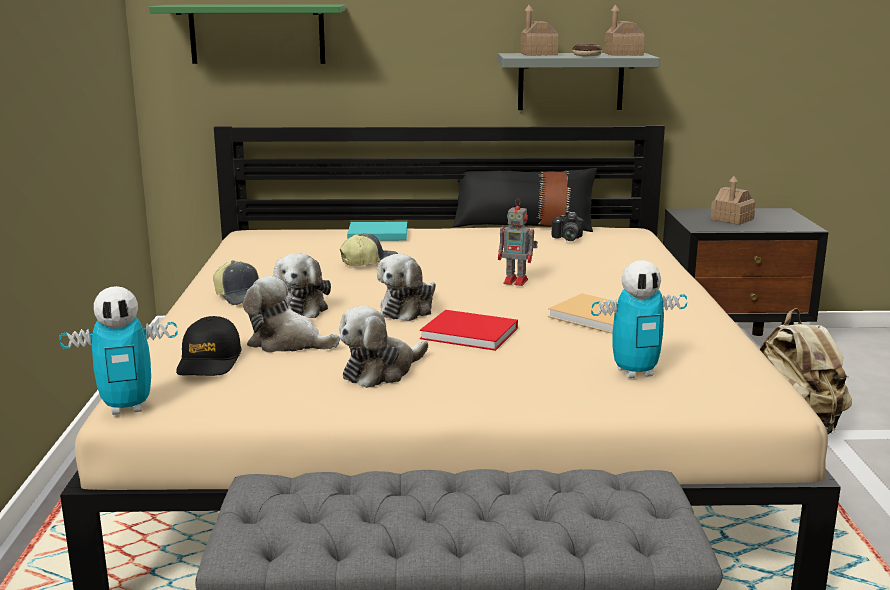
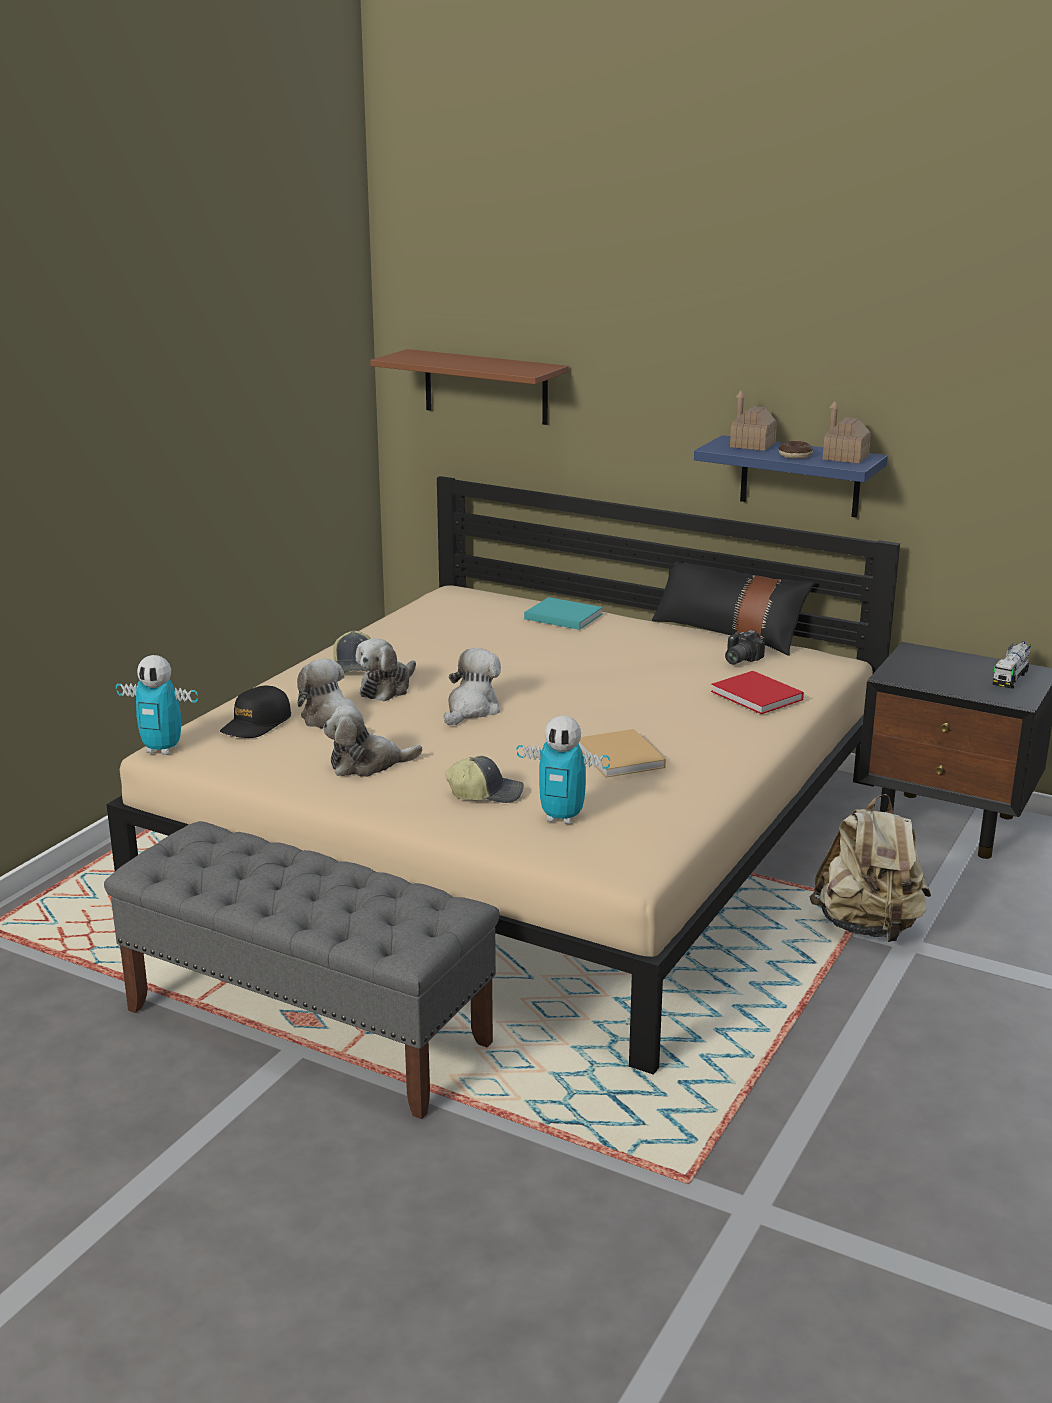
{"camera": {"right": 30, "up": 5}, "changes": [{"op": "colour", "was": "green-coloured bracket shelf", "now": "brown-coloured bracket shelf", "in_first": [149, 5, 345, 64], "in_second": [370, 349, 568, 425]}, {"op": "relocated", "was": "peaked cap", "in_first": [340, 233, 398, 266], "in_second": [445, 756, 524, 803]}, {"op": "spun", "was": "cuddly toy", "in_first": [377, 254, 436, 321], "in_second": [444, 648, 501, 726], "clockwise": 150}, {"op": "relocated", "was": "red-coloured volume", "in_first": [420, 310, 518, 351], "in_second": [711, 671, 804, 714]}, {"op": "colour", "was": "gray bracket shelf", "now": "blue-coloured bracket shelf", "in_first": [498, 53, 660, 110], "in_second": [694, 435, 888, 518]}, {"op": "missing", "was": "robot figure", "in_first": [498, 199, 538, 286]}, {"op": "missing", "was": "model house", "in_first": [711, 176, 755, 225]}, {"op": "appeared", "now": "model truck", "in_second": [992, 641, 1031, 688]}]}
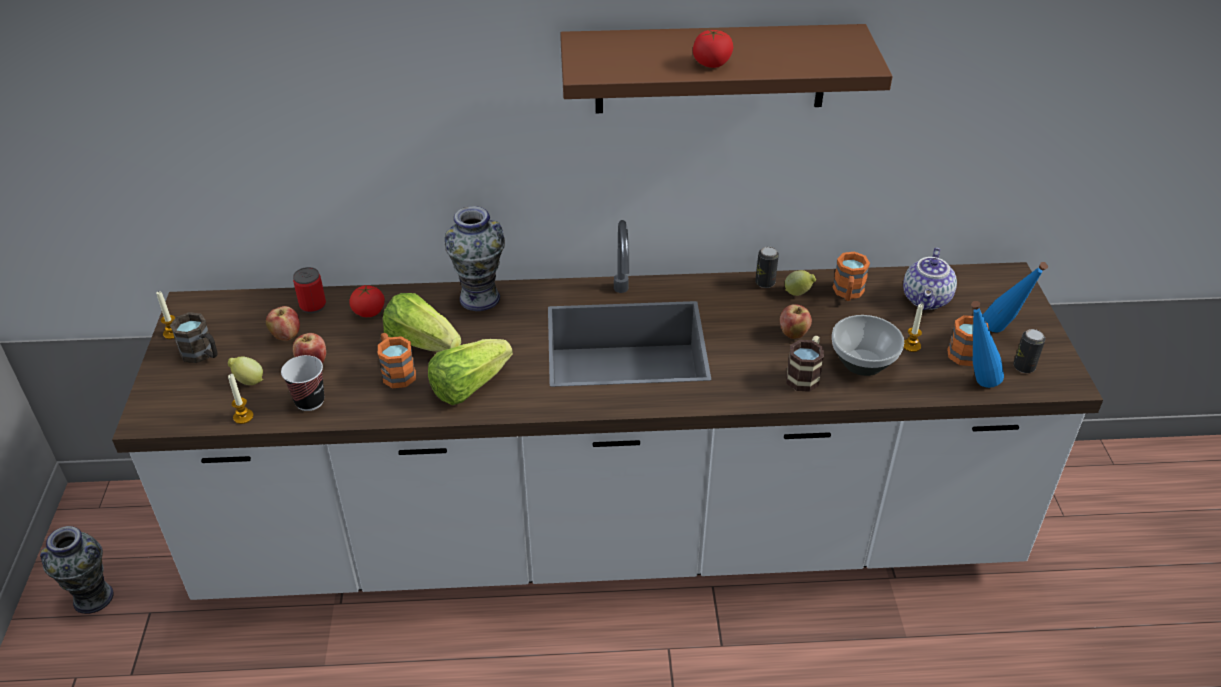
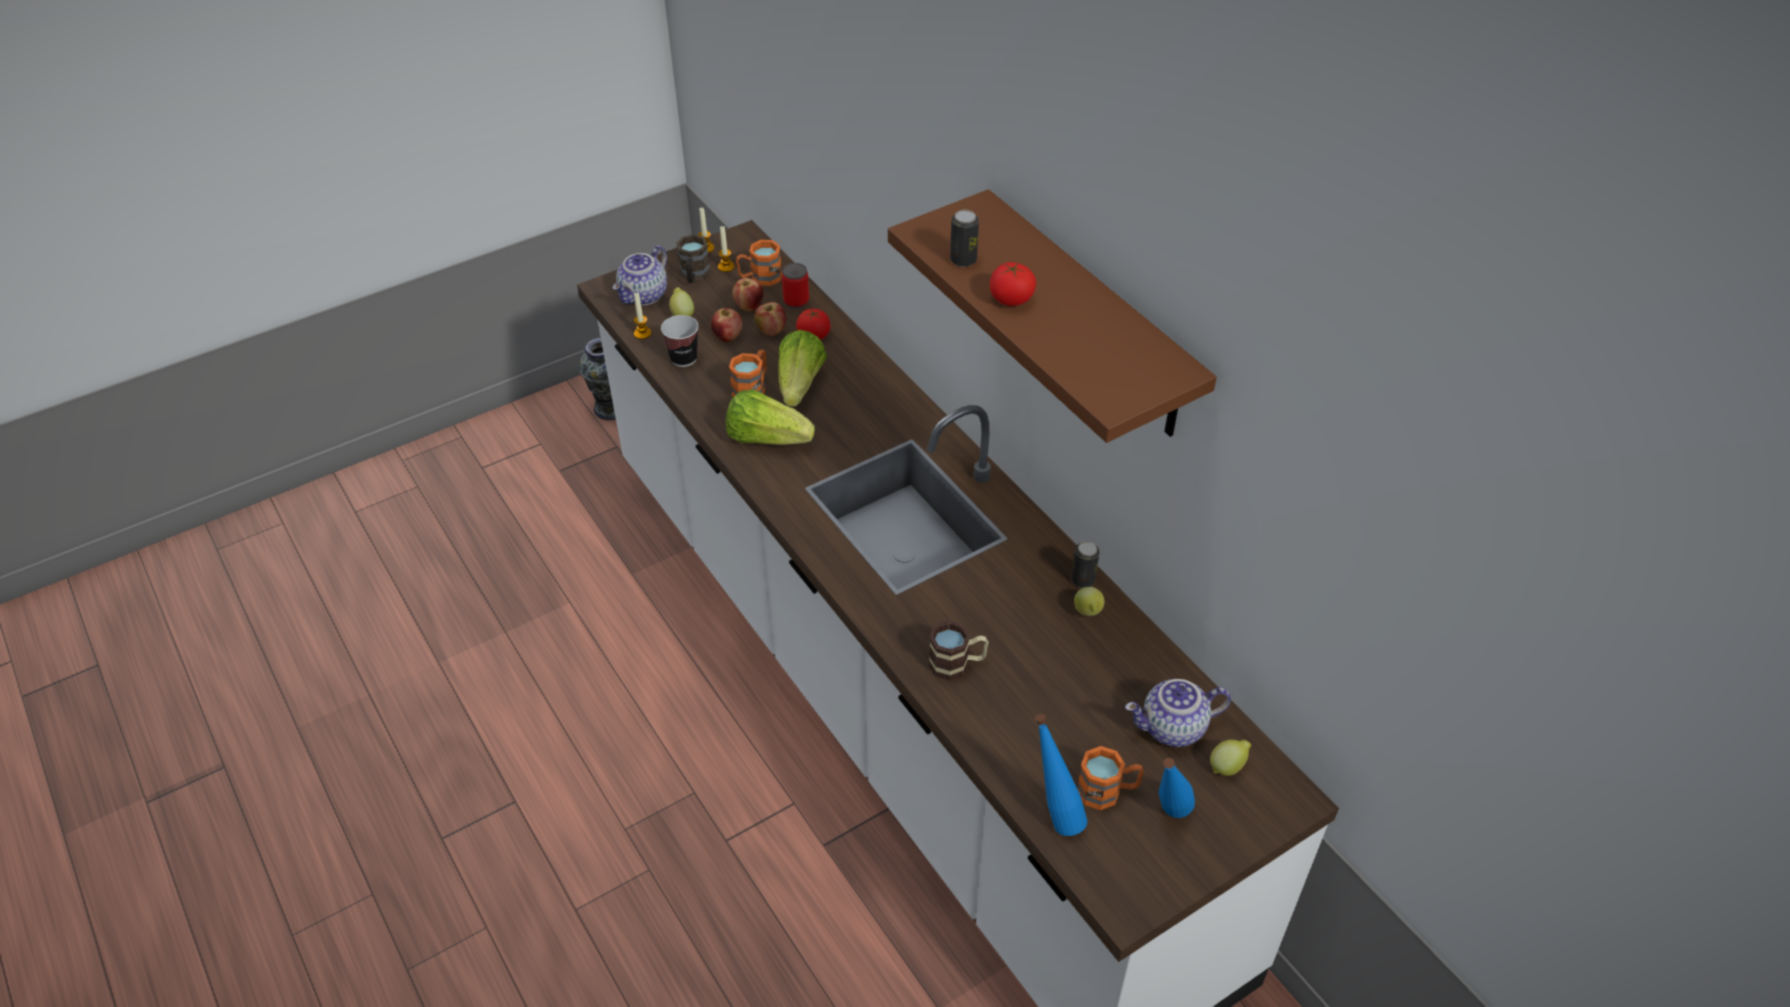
{"camera": {"right": 60, "up": 5}, "changes": [{"op": "missing", "was": "flower vase", "in_first": [445, 206, 505, 311]}, {"op": "relocated", "was": "apple fruit", "in_first": [780, 304, 812, 339], "in_second": [754, 302, 786, 336]}, {"op": "missing", "was": "bowl", "in_first": [832, 315, 904, 376]}, {"op": "relocated", "was": "orange-coloured mug", "in_first": [833, 252, 870, 301], "in_second": [736, 240, 782, 286]}, {"op": "relocated", "was": "wax candle", "in_first": [904, 304, 924, 352], "in_second": [718, 226, 735, 272]}, {"op": "relocated", "was": "sealed can", "in_first": [1013, 329, 1045, 373], "in_second": [950, 210, 979, 267]}, {"op": "appeared", "now": "tea pot", "in_second": [613, 245, 667, 305]}, {"op": "appeared", "now": "lemon", "in_second": [1210, 740, 1251, 776]}]}
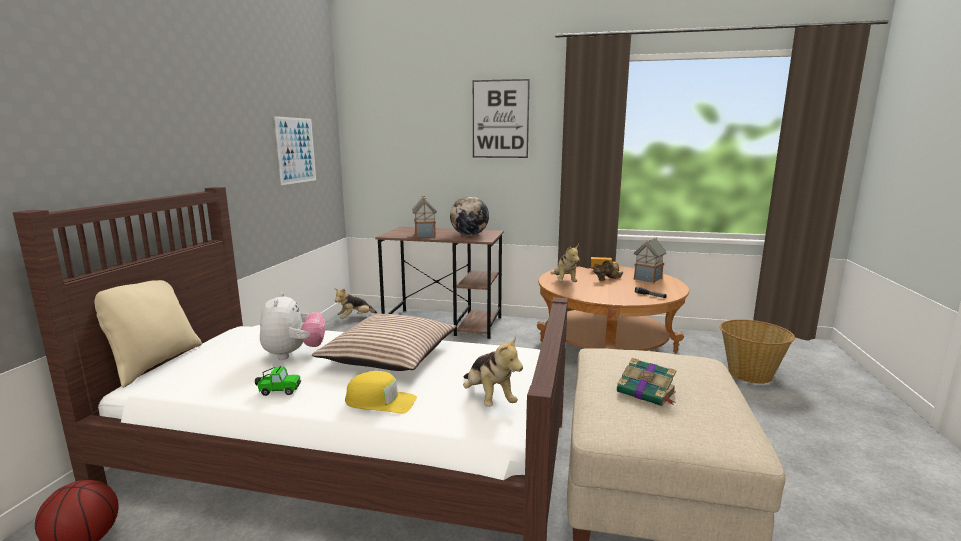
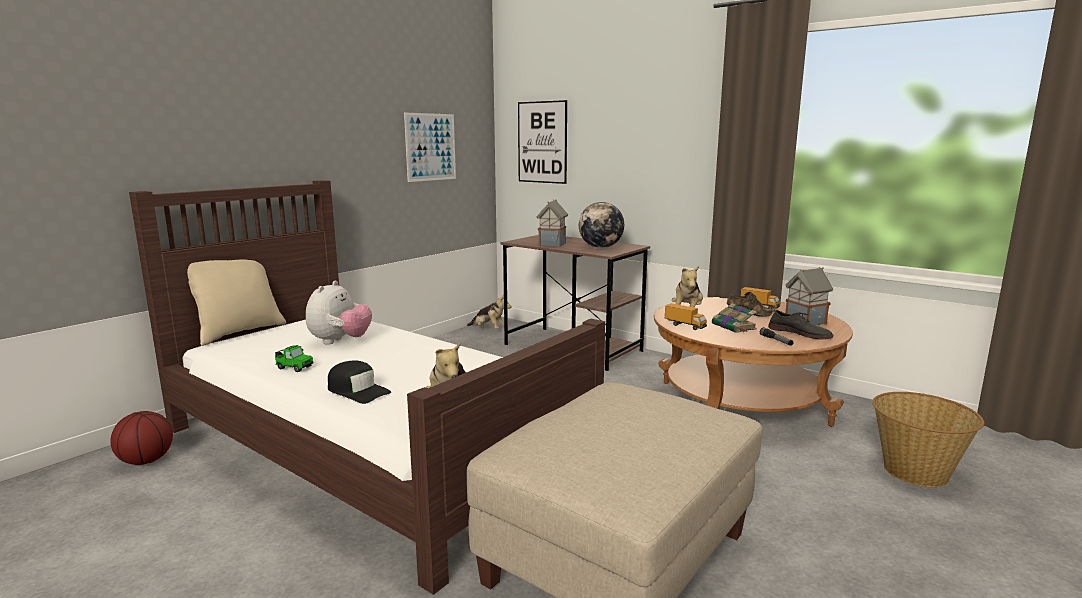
{"camera": {"right": 25, "up": 0}, "changes": [{"op": "missing", "was": "pillow", "in_first": [312, 314, 457, 371]}, {"op": "spun", "was": "cuddly toy", "in_first": [335, 289, 377, 319], "in_second": [467, 294, 512, 329], "clockwise": -135}, {"op": "colour", "was": "yellow peaked cap", "now": "black-coloured peaked cap", "in_first": [345, 371, 417, 414], "in_second": [328, 360, 391, 404]}, {"op": "relocated", "was": "wall picture", "in_first": [473, 79, 530, 158], "in_second": [518, 100, 567, 184]}, {"op": "relocated", "was": "volume", "in_first": [617, 358, 677, 406], "in_second": [712, 303, 757, 333]}, {"op": "appeared", "now": "model truck", "in_second": [665, 303, 707, 330]}, {"op": "appeared", "now": "gray item of footwear", "in_second": [768, 310, 833, 340]}]}
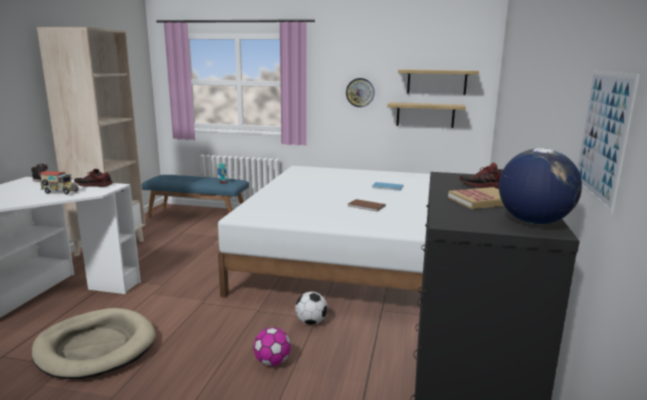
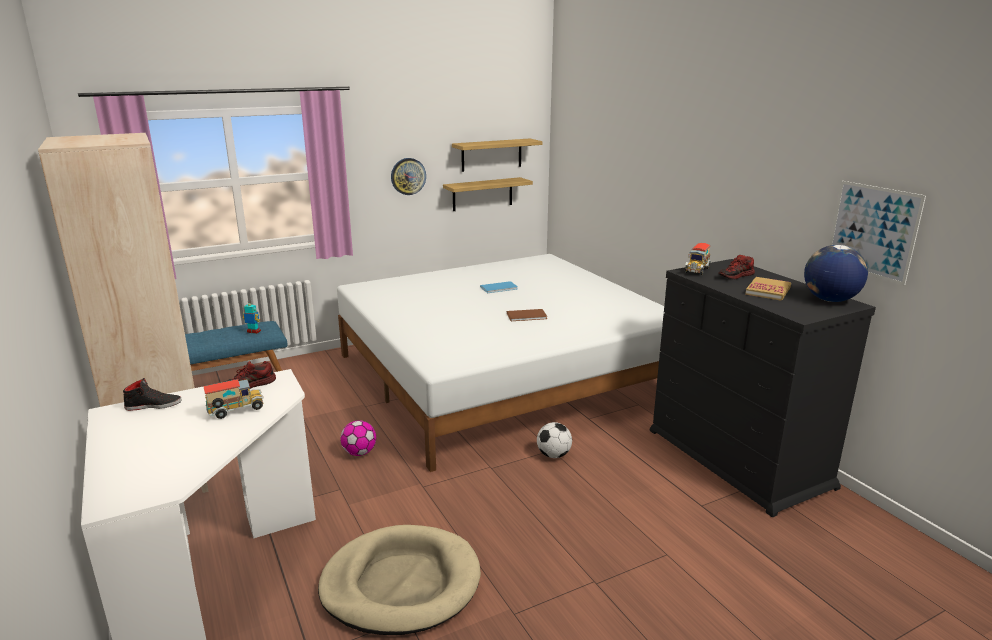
{"camera": {"right": -40, "up": 5}, "changes": [{"op": "relocated", "was": "ball for football", "in_first": [254, 327, 291, 366], "in_second": [340, 420, 376, 456]}, {"op": "appeared", "now": "model truck", "in_second": [685, 243, 711, 275]}]}
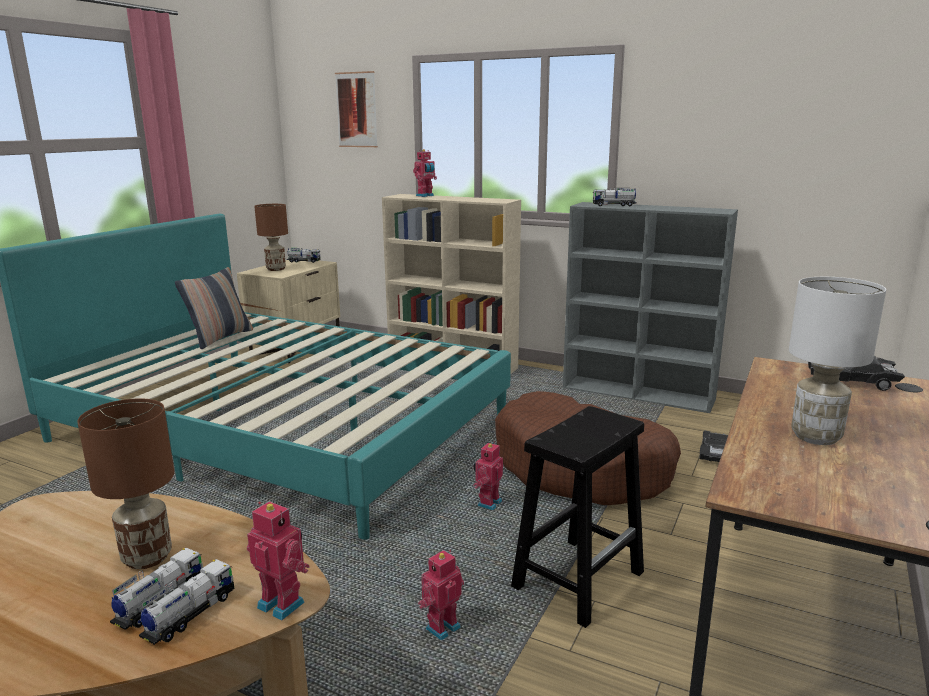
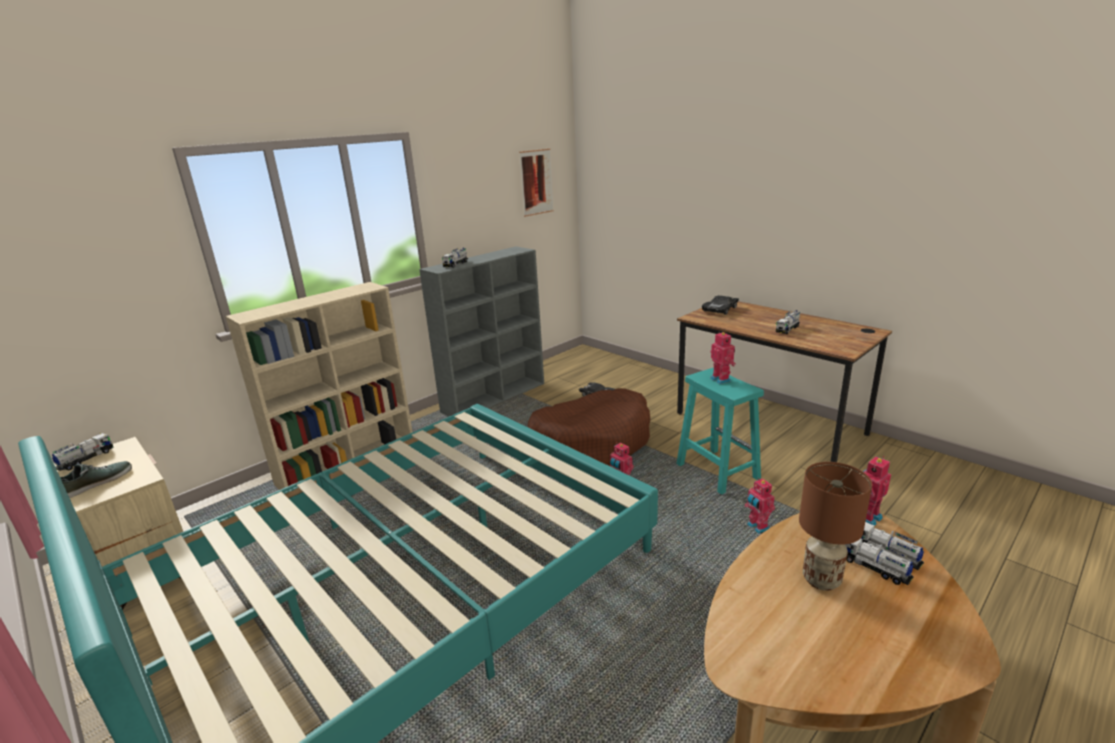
{"camera": {"right": -70, "up": 5}, "changes": [{"op": "missing", "was": "pillow", "in_first": [175, 267, 253, 349]}, {"op": "exchanged", "was": "brown-coloured lamp for a table", "now": "item of footwear", "in_first": [254, 204, 288, 271], "in_second": [60, 461, 132, 498]}, {"op": "relocated", "was": "wall picture", "in_first": [335, 71, 378, 147], "in_second": [519, 149, 554, 217]}, {"op": "relocated", "was": "robot figure", "in_first": [413, 149, 437, 197], "in_second": [710, 331, 736, 384]}, {"op": "colour", "was": "black-coloured sitting stool", "now": "turquoise sitting stool", "in_first": [511, 406, 644, 628], "in_second": [676, 368, 764, 495]}, {"op": "exchanged", "was": "white lamp for a table", "now": "model truck", "in_first": [789, 277, 886, 445], "in_second": [776, 310, 800, 334]}]}
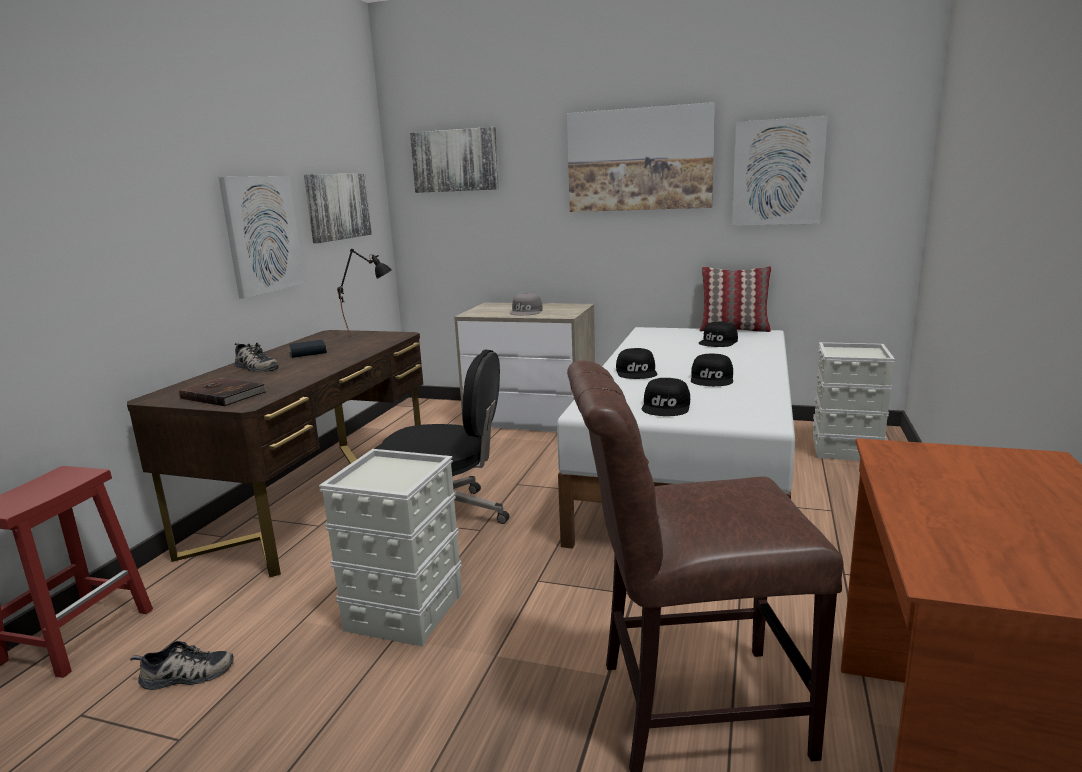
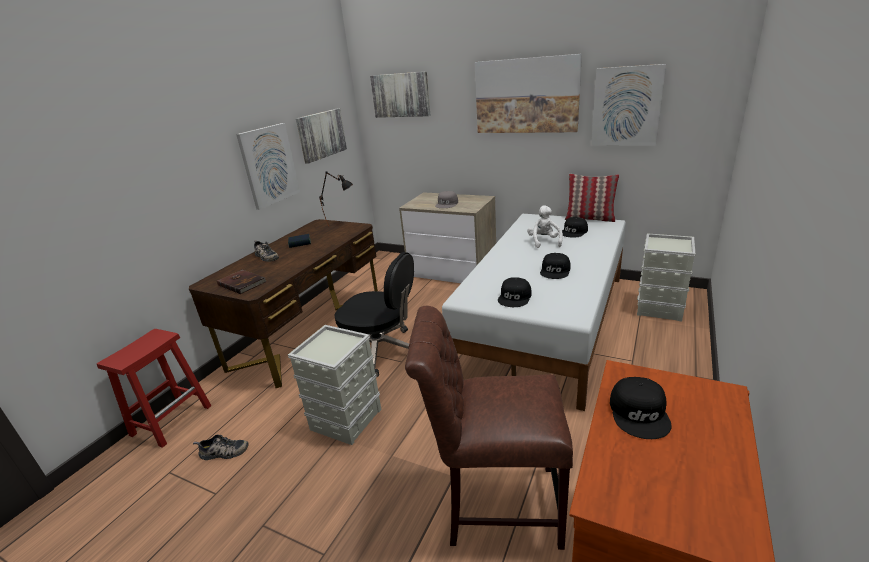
{"camera": {"right": 10, "up": 10}, "changes": [{"op": "relocated", "was": "black-coloured peaked cap", "in_first": [616, 348, 658, 379], "in_second": [610, 377, 672, 439]}, {"op": "appeared", "now": "white cuddly toy", "in_second": [527, 205, 563, 248]}]}
